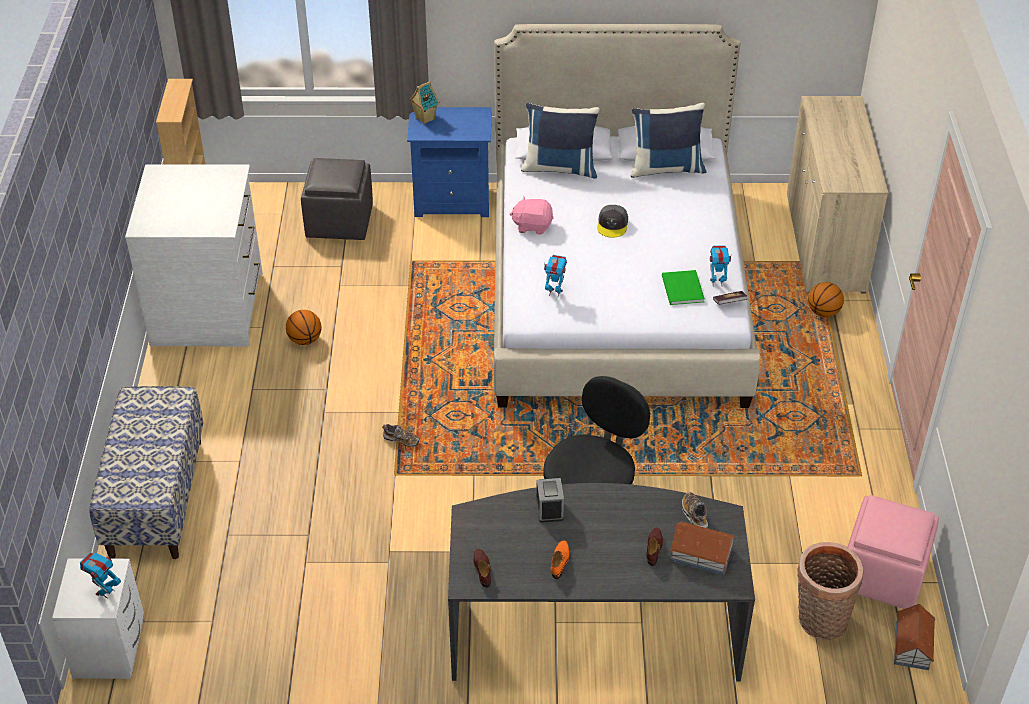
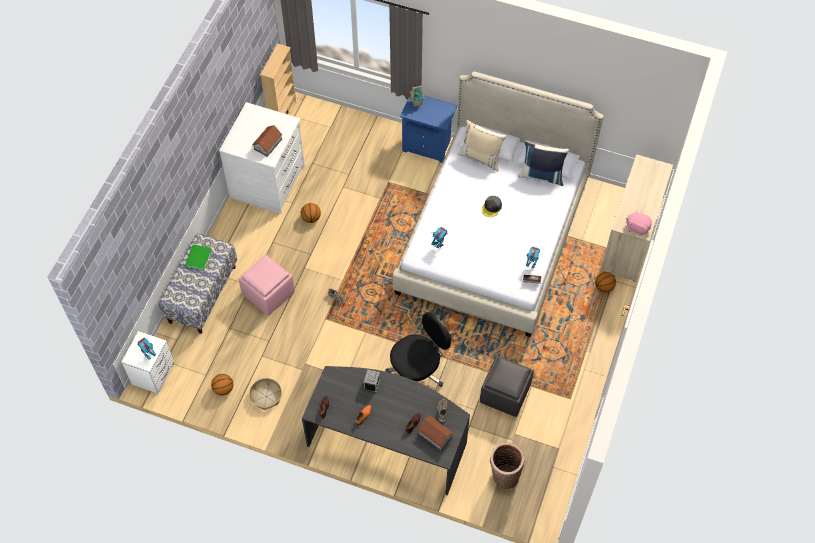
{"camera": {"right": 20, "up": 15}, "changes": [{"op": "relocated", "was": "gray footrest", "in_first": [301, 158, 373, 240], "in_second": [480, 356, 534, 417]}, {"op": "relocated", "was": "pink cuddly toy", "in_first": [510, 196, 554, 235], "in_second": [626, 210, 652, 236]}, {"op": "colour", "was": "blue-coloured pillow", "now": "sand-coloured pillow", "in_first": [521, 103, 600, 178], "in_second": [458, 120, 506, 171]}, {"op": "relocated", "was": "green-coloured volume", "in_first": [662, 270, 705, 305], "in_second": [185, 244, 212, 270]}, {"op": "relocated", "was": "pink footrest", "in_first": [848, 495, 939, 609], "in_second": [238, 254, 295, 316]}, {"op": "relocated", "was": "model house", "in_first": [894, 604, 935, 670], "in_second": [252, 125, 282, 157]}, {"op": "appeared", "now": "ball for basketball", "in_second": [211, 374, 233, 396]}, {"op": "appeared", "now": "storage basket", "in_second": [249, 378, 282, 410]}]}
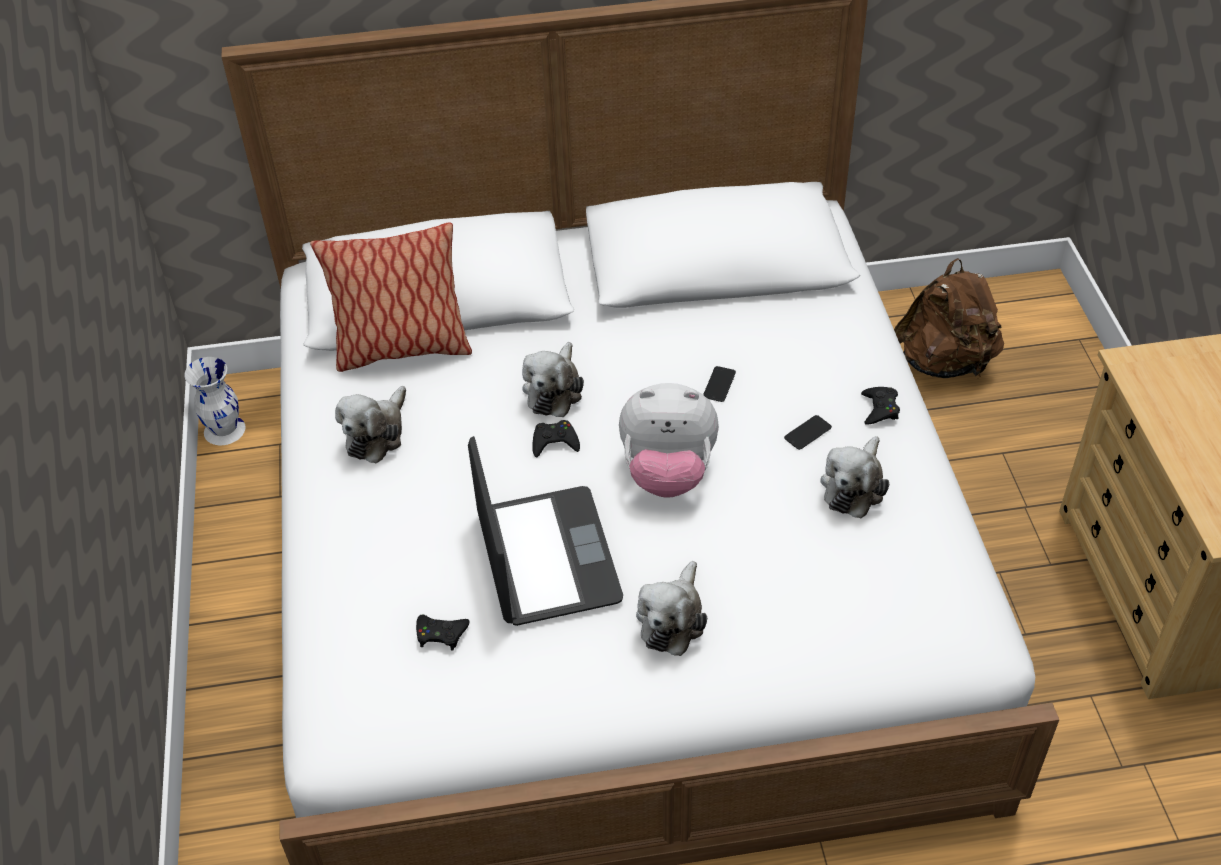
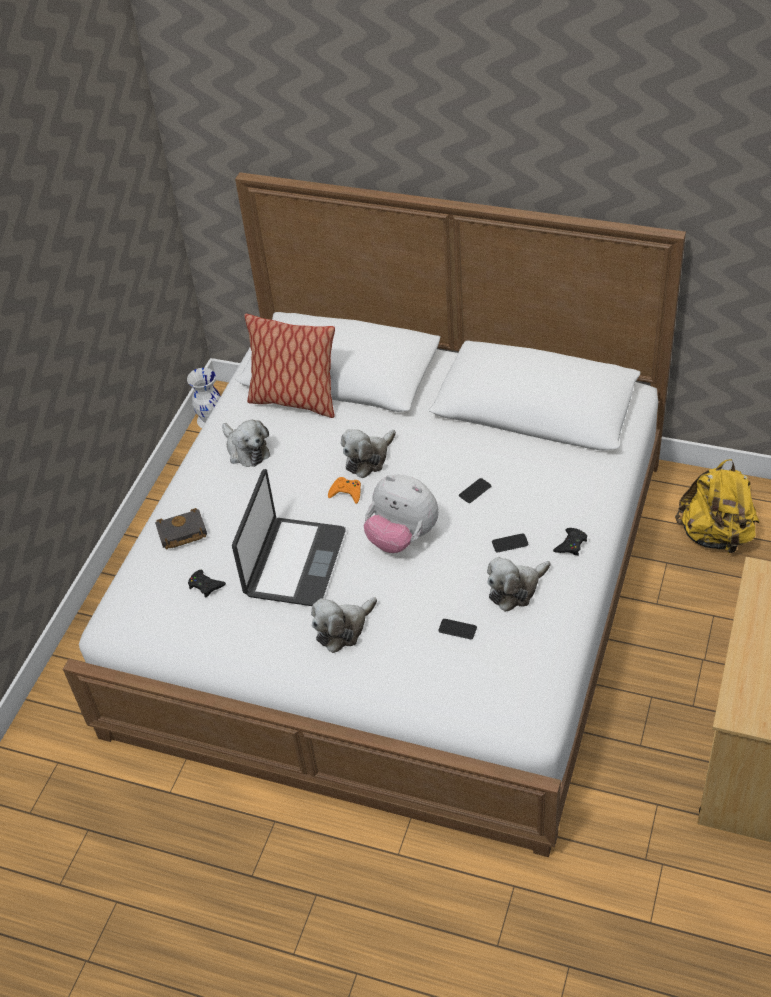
{"camera": {"right": 30, "up": 0}, "changes": [{"op": "spun", "was": "cuddly toy", "in_first": [335, 386, 406, 464], "in_second": [222, 420, 270, 467], "clockwise": -90}, {"op": "colour", "was": "black-coloured gamepad", "now": "orange-coloured gamepad", "in_first": [532, 420, 580, 457], "in_second": [328, 477, 361, 504]}, {"op": "colour", "was": "brown-coloured rucksack", "now": "yellow rucksack", "in_first": [894, 258, 1004, 378], "in_second": [675, 459, 759, 554]}, {"op": "appeared", "now": "black-coloured volume", "in_second": [155, 508, 207, 549]}, {"op": "appeared", "now": "handset", "in_second": [438, 619, 477, 639]}]}
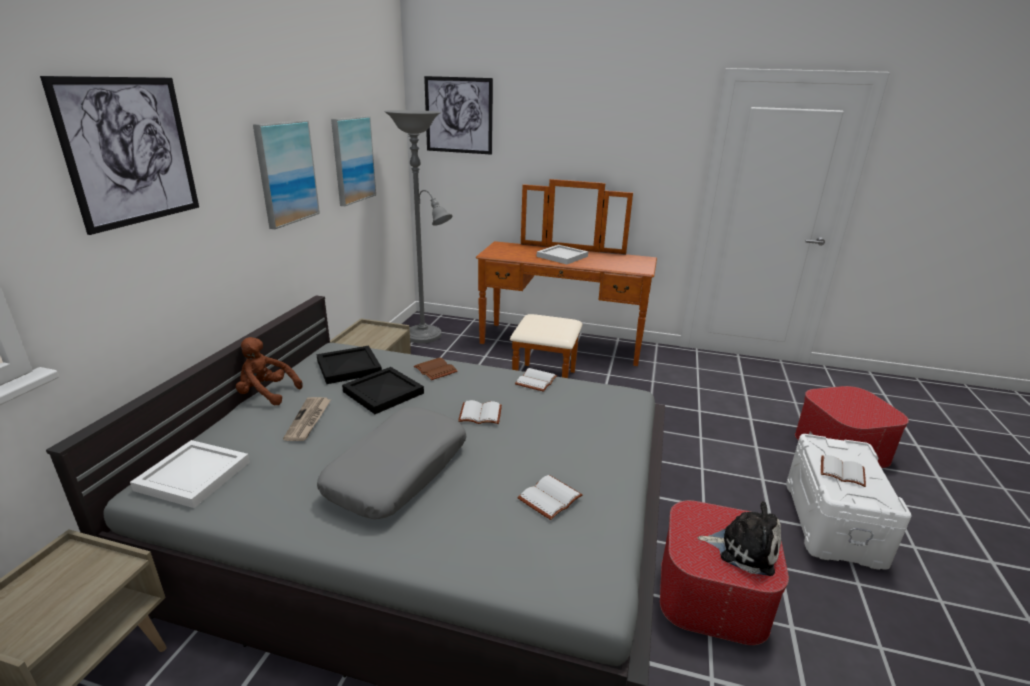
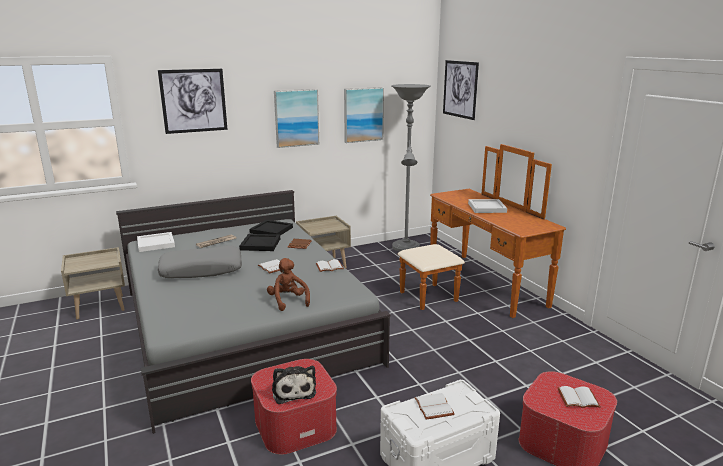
{"camera": {"right": 50, "up": -5}, "changes": [{"op": "relocated", "was": "brown-coloured cuddly toy", "in_first": [236, 337, 303, 405], "in_second": [267, 258, 310, 311]}, {"op": "relocated", "was": "white volume", "in_first": [517, 475, 583, 520], "in_second": [558, 386, 600, 408]}]}
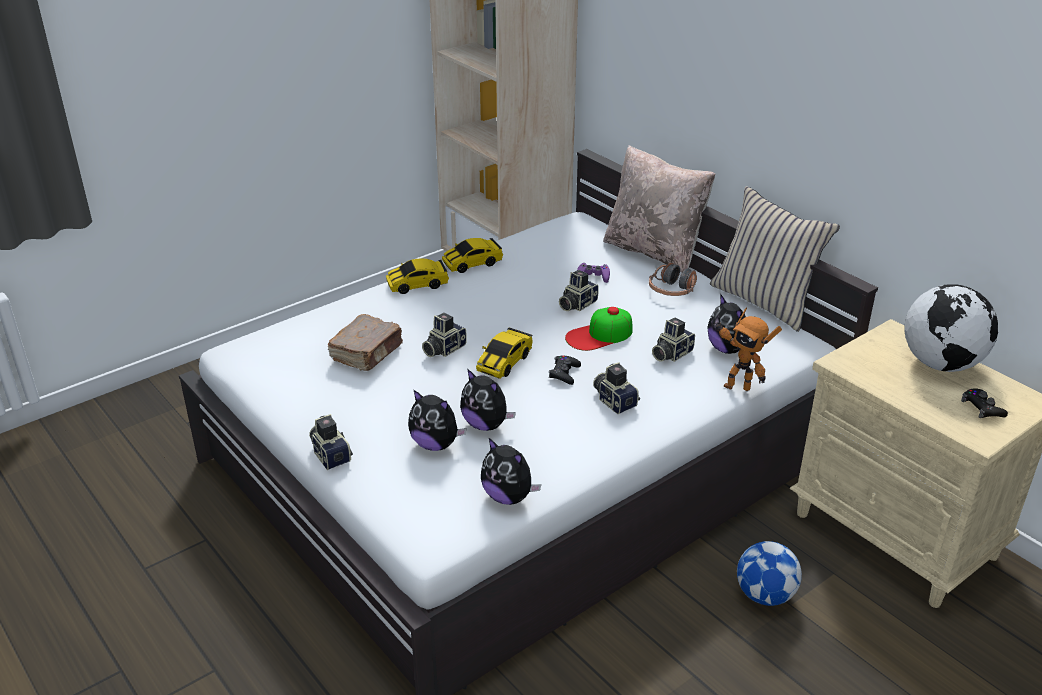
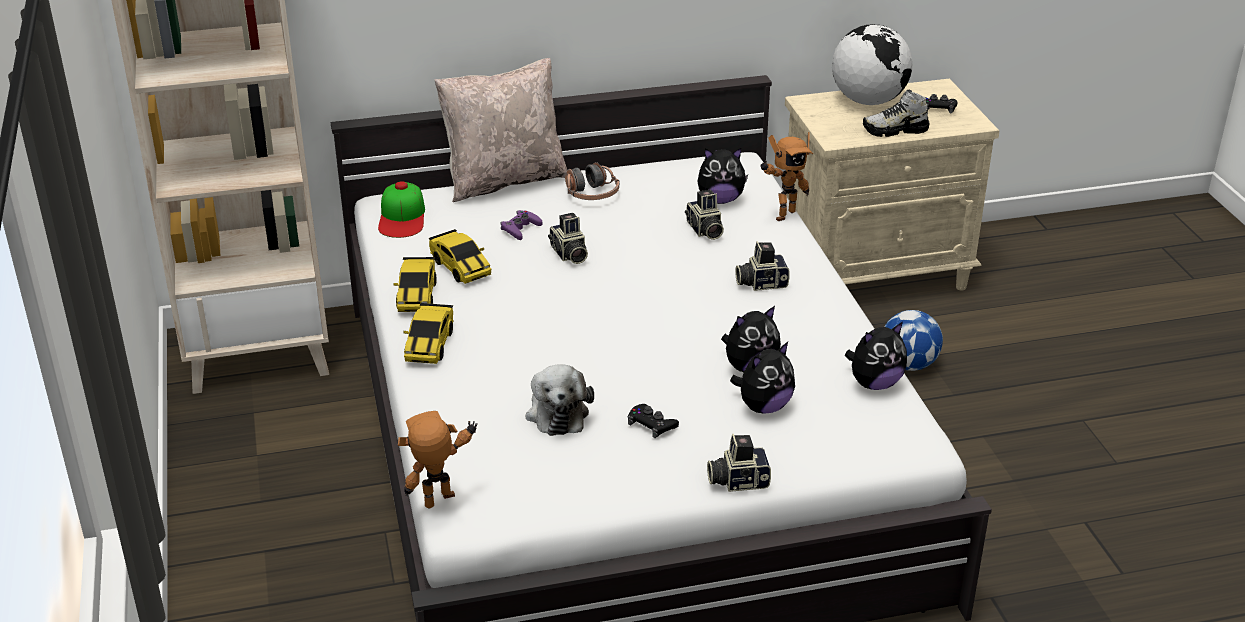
{"camera": {"right": -65, "up": 0}, "changes": [{"op": "exchanged", "was": "brown-coloured volume", "now": "cuddly toy", "in_first": [328, 314, 403, 371], "in_second": [525, 364, 594, 436]}, {"op": "missing", "was": "photo camera", "in_first": [422, 313, 467, 357]}, {"op": "relocated", "was": "toy car", "in_first": [476, 328, 533, 379], "in_second": [428, 229, 492, 284]}, {"op": "relocated", "was": "black-coloured gamepad", "in_first": [549, 355, 581, 385], "in_second": [628, 404, 679, 438]}, {"op": "relocated", "was": "peaked cap", "in_first": [565, 307, 633, 351], "in_second": [378, 181, 425, 238]}, {"op": "missing", "was": "sand-coloured pillow", "in_first": [710, 186, 840, 332]}, {"op": "appeared", "now": "robot figure", "in_second": [398, 411, 478, 509]}, {"op": "appeared", "now": "item of footwear", "in_second": [863, 89, 930, 137]}]}
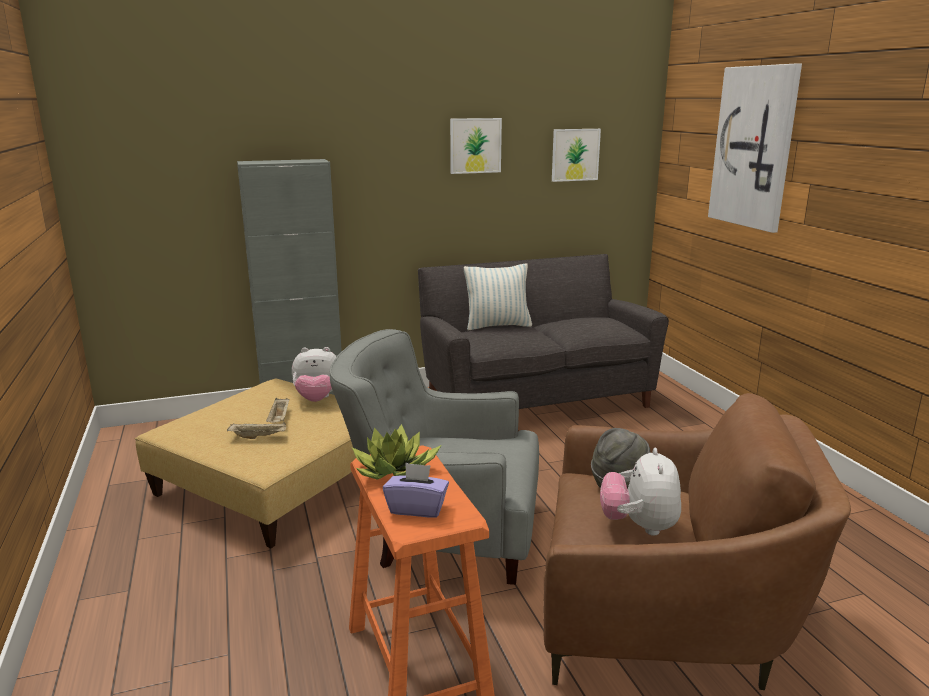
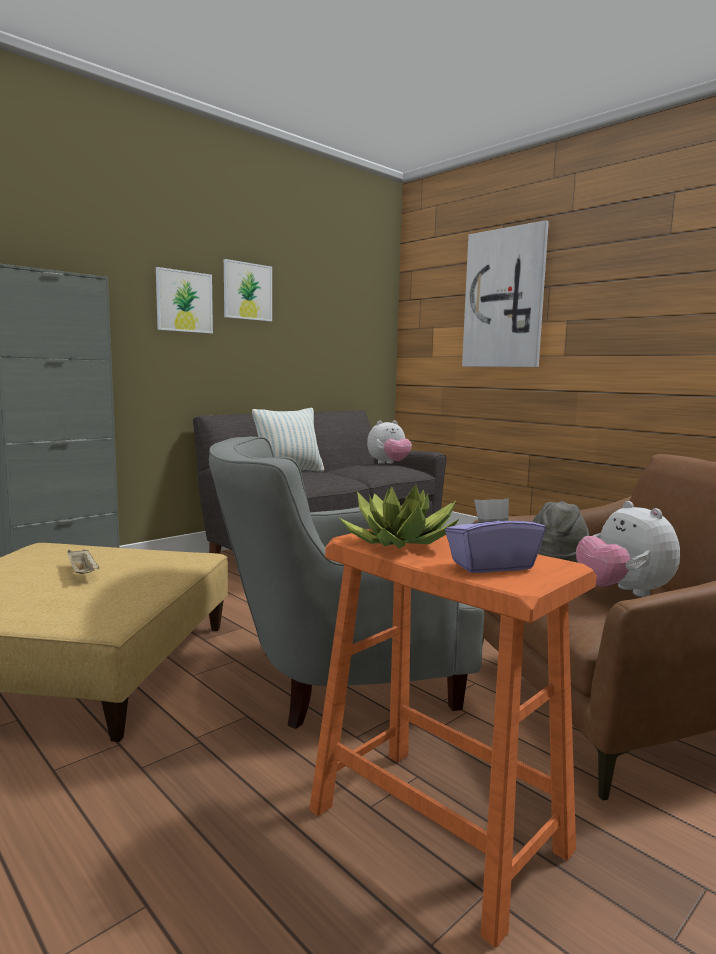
{"camera": {"right": -25, "up": -10}, "changes": [{"op": "missing", "was": "sand-coloured serving tray", "in_first": [227, 422, 286, 439]}, {"op": "relocated", "was": "cuddly toy", "in_first": [292, 347, 337, 402], "in_second": [367, 420, 412, 464]}, {"op": "relocated", "was": "wall picture", "in_first": [552, 129, 601, 182], "in_second": [156, 267, 213, 334]}]}
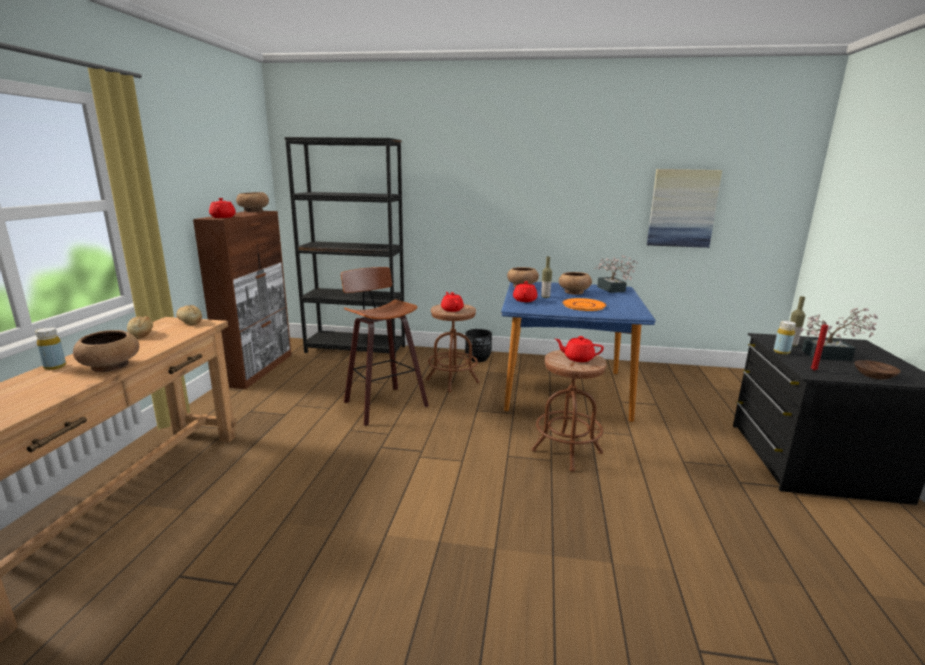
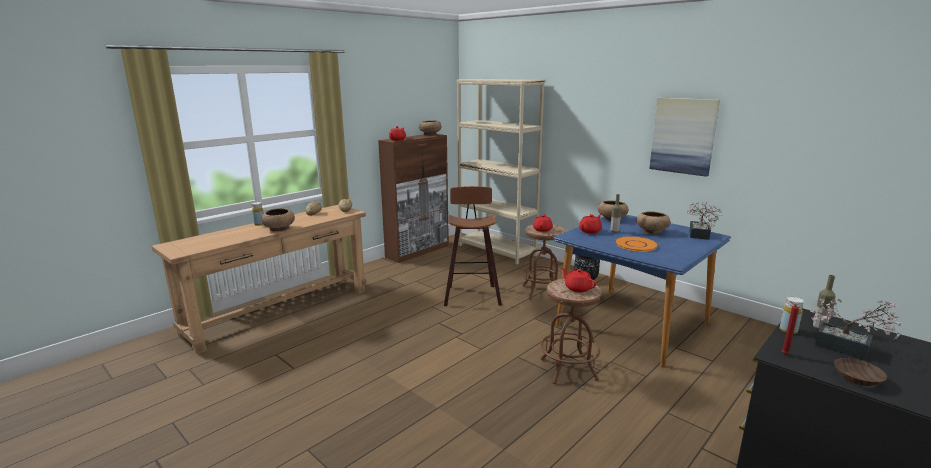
{"camera": {"right": 35, "up": 0}, "changes": [{"op": "colour", "was": "black-coloured shelving unit", "now": "sand-coloured shelving unit", "in_first": [284, 137, 405, 359], "in_second": [457, 79, 545, 264]}, {"op": "relocated", "was": "wall picture", "in_first": [647, 169, 722, 248], "in_second": [649, 98, 720, 177]}]}
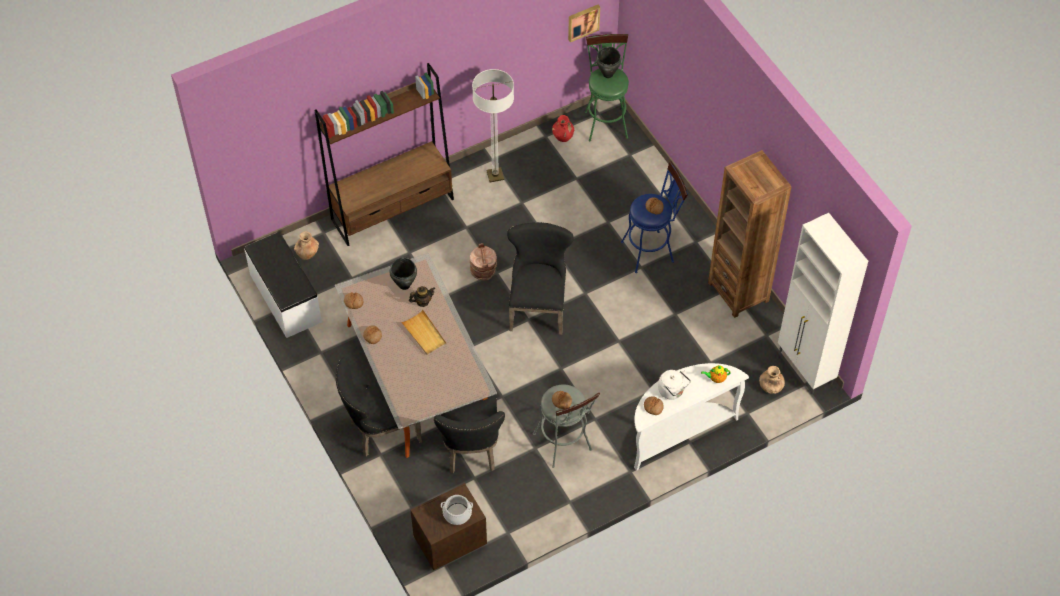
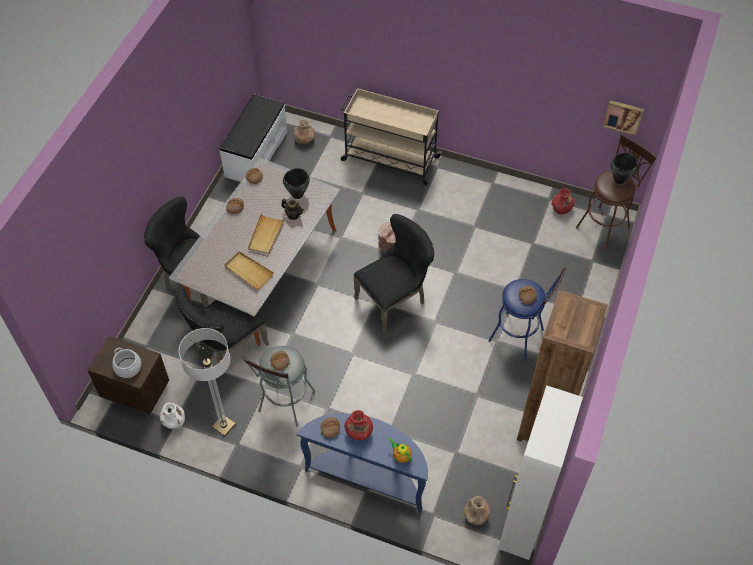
{"camera": {"right": 50, "up": 0}, "changes": [{"op": "exchanged", "was": "brown-coloured shelving unit", "now": "sand-coloured cart", "in_first": [314, 63, 454, 246], "in_second": [340, 88, 442, 185]}, {"op": "relocated", "was": "standing lamp", "in_first": [472, 69, 514, 182], "in_second": [179, 328, 236, 436]}, {"op": "colour", "was": "green-coloured sitting stool", "now": "brown-coloured sitting stool", "in_first": [585, 34, 629, 141], "in_second": [576, 134, 657, 249]}, {"op": "colour", "was": "white console table", "now": "blue-coloured console table", "in_first": [634, 363, 749, 471], "in_second": [297, 413, 428, 513]}, {"op": "exchanged", "was": "white water kettle", "now": "red-coloured flower vase", "in_first": [658, 370, 691, 400], "in_second": [344, 410, 373, 441]}, {"op": "appeared", "now": "white flower vase", "in_second": [160, 402, 185, 429]}, {"op": "appeared", "now": "sand-coloured serving tray", "in_second": [224, 251, 274, 290]}]}
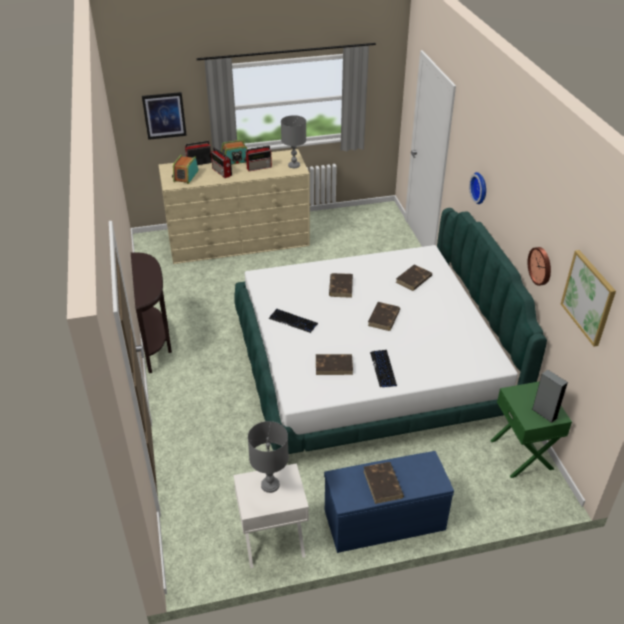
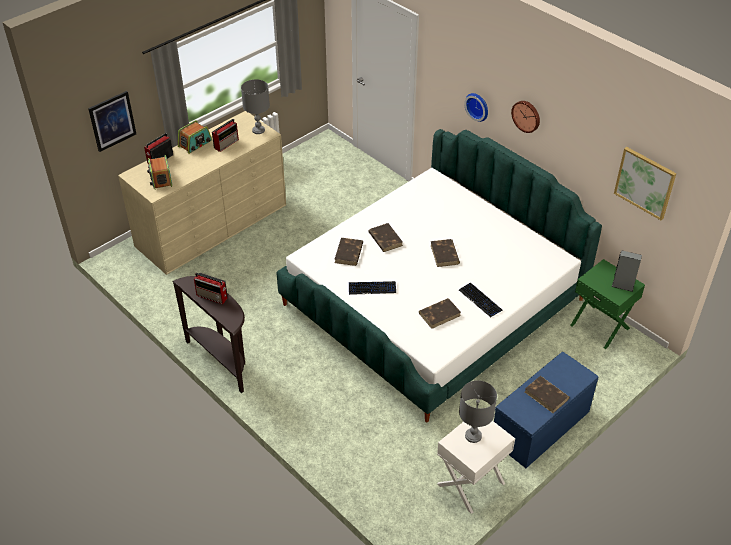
{"camera": {"right": -30, "up": 5}, "changes": [{"op": "relocated", "was": "radio receiver", "in_first": [211, 148, 232, 178], "in_second": [194, 273, 228, 304]}, {"op": "relocated", "was": "brown-coloured volume", "in_first": [396, 264, 432, 291], "in_second": [335, 238, 363, 266]}, {"op": "relocated", "was": "clock on the wall", "in_first": [528, 247, 551, 286], "in_second": [511, 101, 540, 133]}]}
